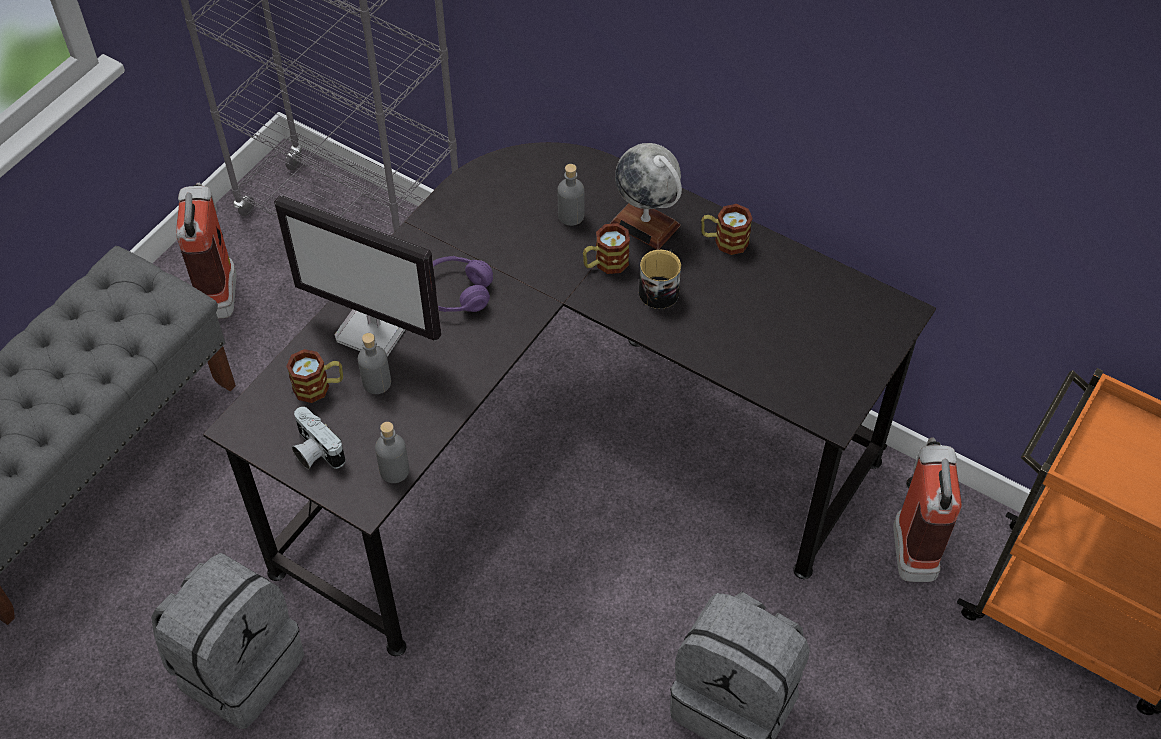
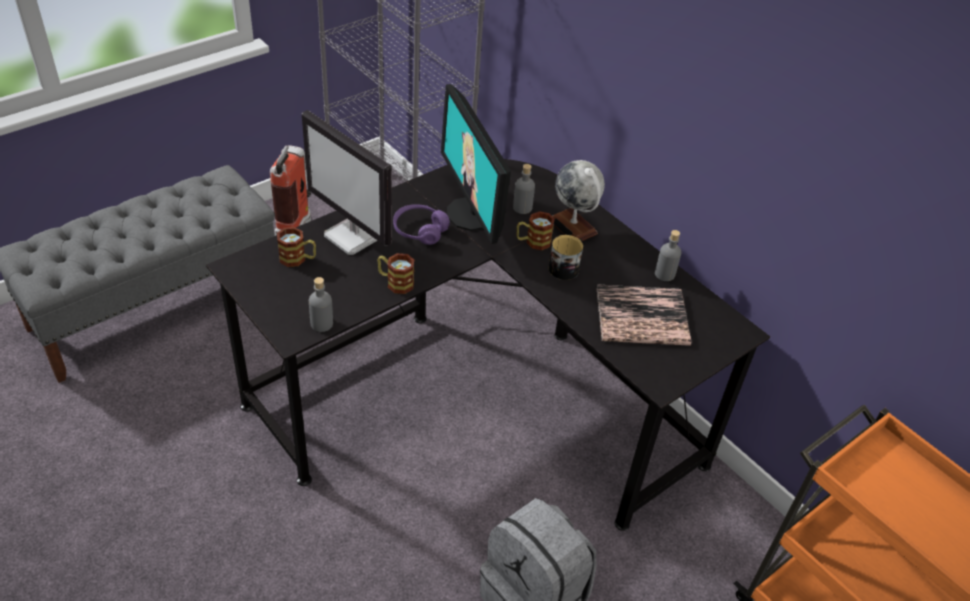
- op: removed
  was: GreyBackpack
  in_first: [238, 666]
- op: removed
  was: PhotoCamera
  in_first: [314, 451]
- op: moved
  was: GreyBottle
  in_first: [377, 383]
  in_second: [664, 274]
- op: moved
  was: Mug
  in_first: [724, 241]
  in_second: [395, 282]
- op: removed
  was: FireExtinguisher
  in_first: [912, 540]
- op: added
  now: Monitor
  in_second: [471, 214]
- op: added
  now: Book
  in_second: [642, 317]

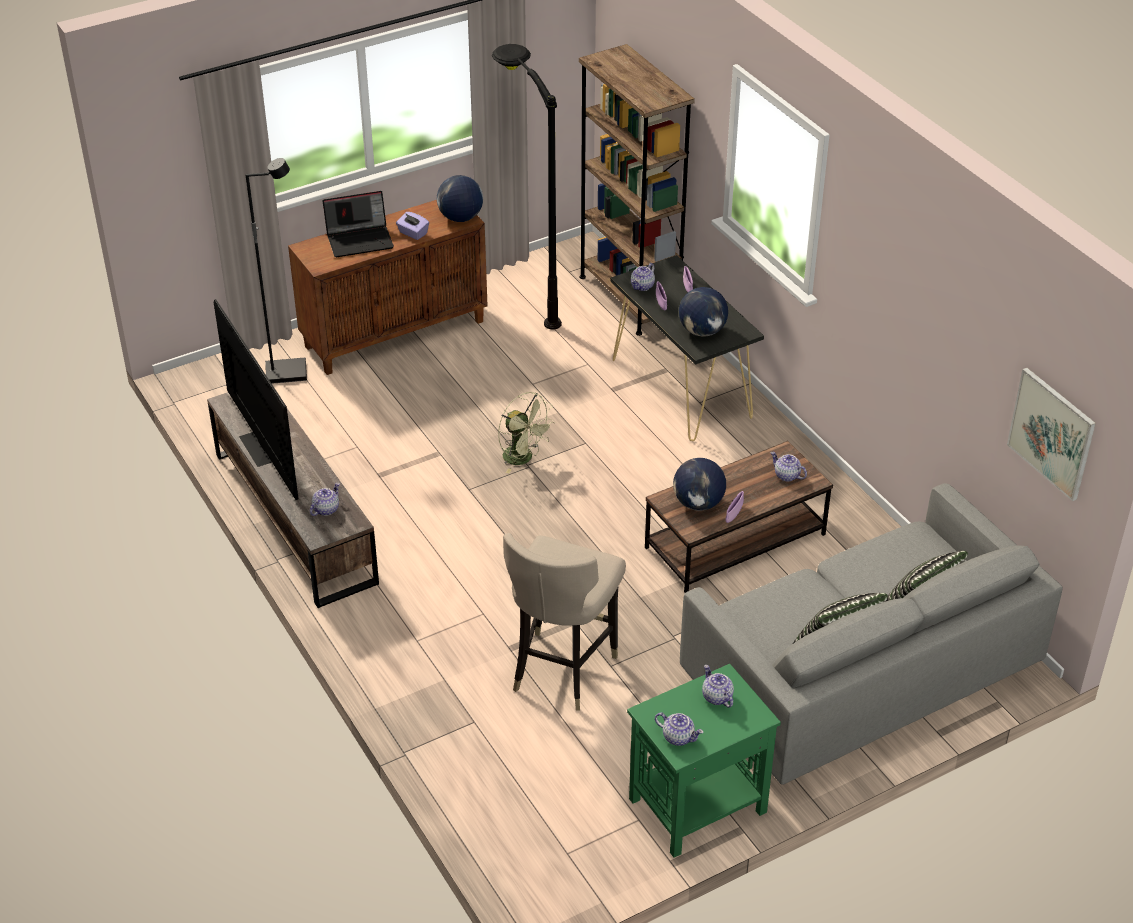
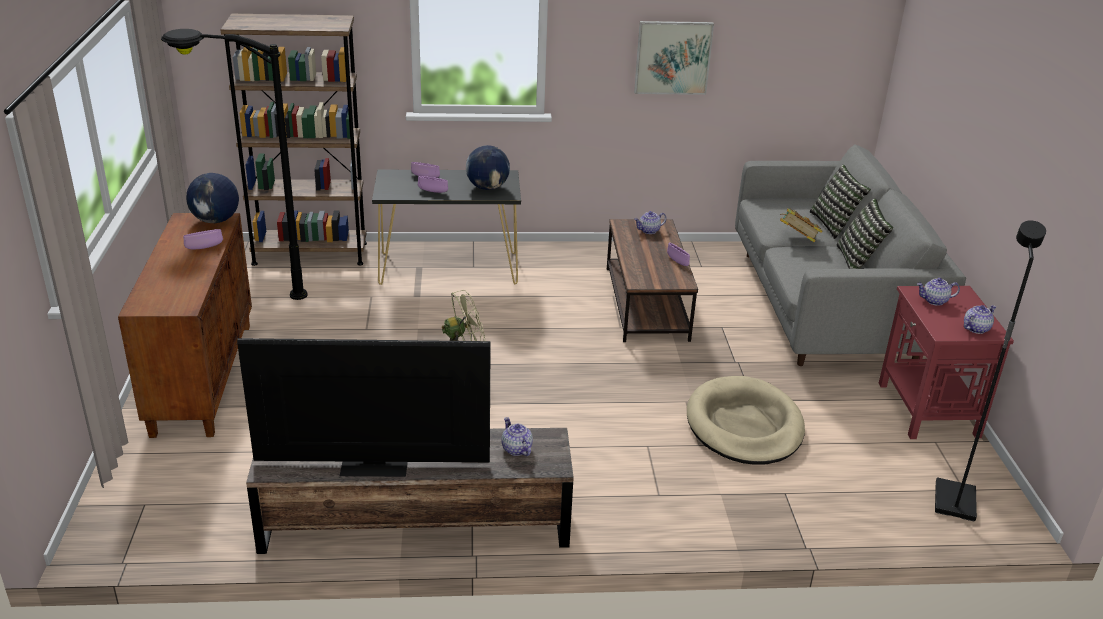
- op: moved
  was: BlackFloorLamp
  in_first: [287, 372]
  in_second: [953, 501]
- op: removed
  was: Laptop
  in_first: [360, 240]
- op: replaced
  was: PurpleTissueBox
  now: PurpleBowl
  in_first: [413, 233]
  in_second: [204, 247]
- op: replaced
  was: BeigeStool
  now: BeigeDogBed
  in_first: [562, 670]
  in_second: [744, 426]
- op: recoloured
  was: GreenSideTable
  now: RedSideTable
  in_first: [697, 804]
  in_second: [927, 409]
- op: removed
  was: Teapot
  in_first: [642, 286]
- op: removed
  was: Globe
  in_first: [698, 503]
- op: moved
  was: Picture
  in_first: [1051, 433]
  in_second: [673, 57]
- op: added
  now: Book
  in_second: [797, 240]

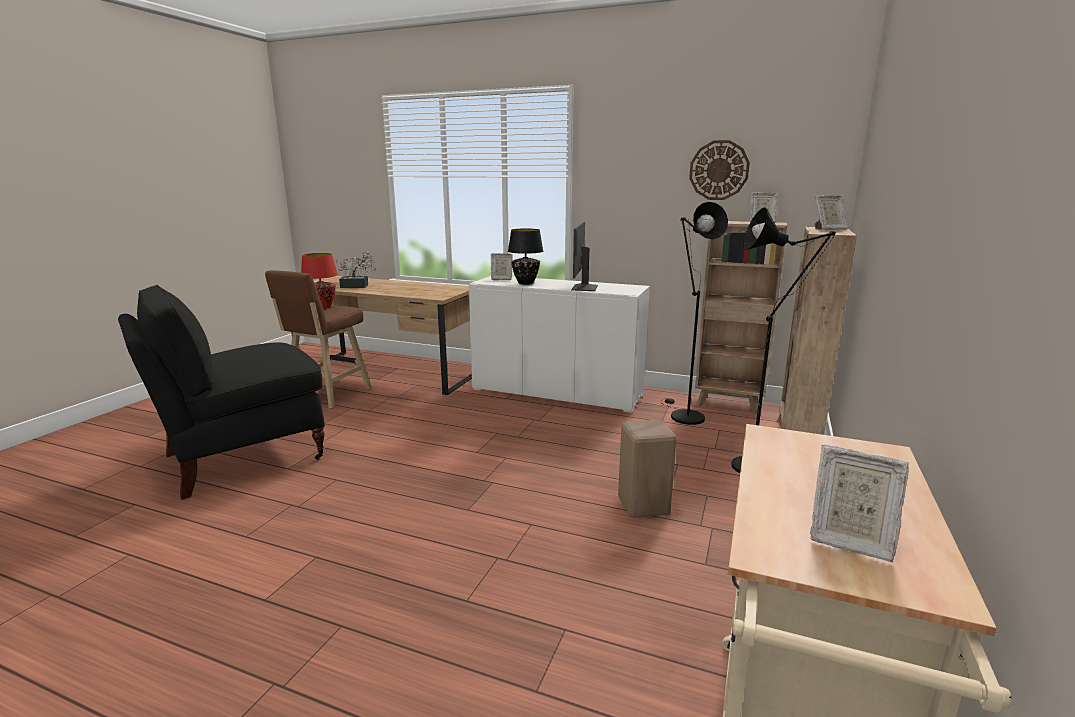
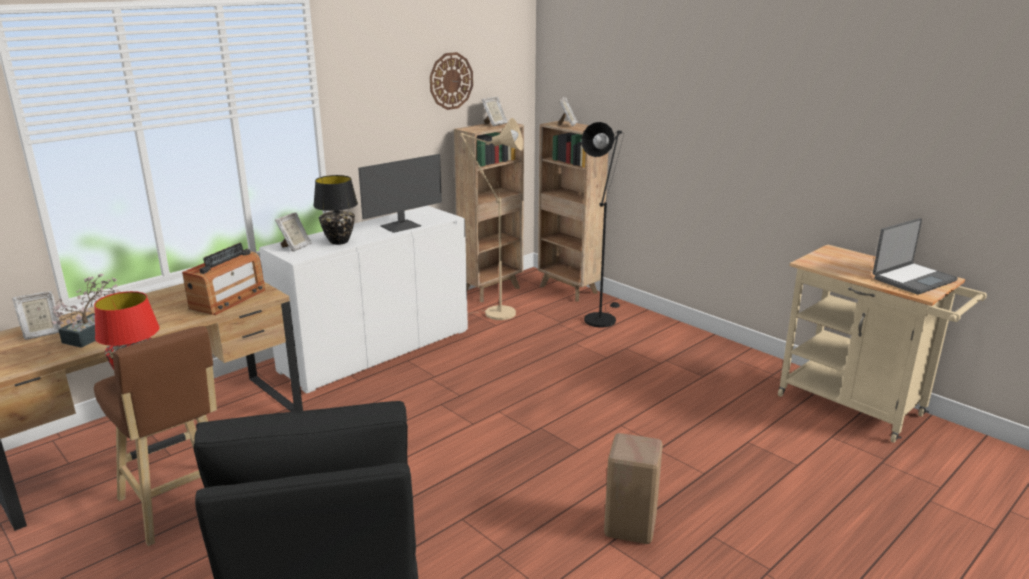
- op: turned
  was: Monitor
  in_first: [583, 288]
  in_second: [401, 226]
  clockwise: -75
- op: moved
  was: BeigeStool
  in_first: [641, 505]
  in_second: [628, 527]
- op: recoloured
  was: BlackFloorLamp
  now: BeigeFloorLamp
  in_first: [683, 415]
  in_second: [494, 313]
- op: replaced
  was: PictureFrame
  now: Laptop
  in_first: [848, 540]
  in_second: [912, 279]
- op: added
  now: Radio
  in_second: [228, 299]

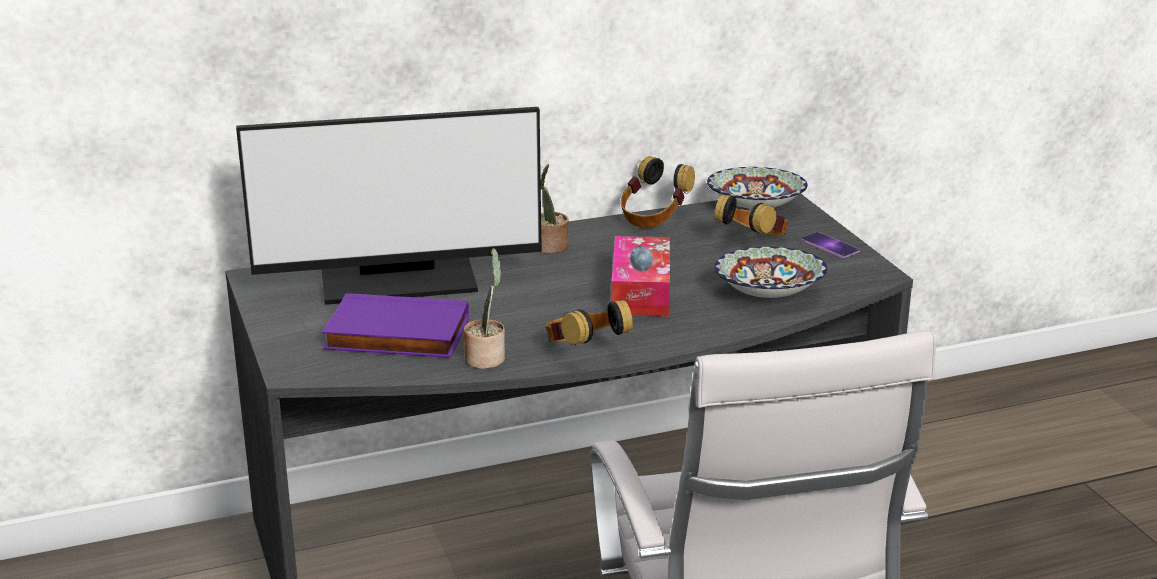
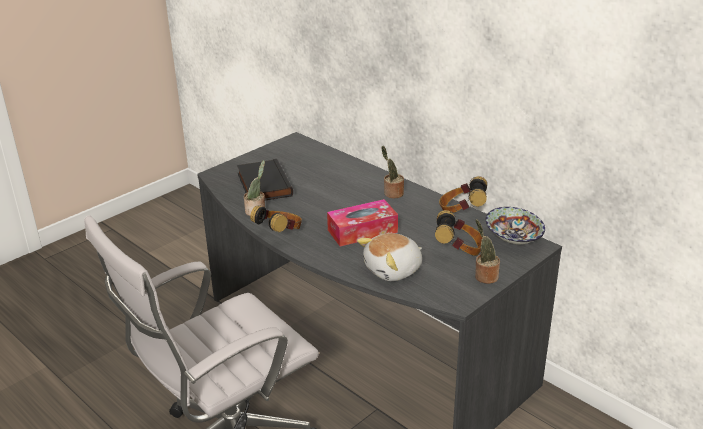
- op: removed
  was: Monitor
  in_first: [398, 280]
- op: recoloured
  was: PurpleBook
  now: BlackBook
  in_first: [395, 336]
  in_second: [262, 184]
- op: replaced
  was: Bowl
  now: PlushToy
  in_first: [768, 294]
  in_second: [394, 270]
- op: replaced
  was: Phone
  now: PottedPlant
  in_first: [830, 245]
  in_second: [484, 276]

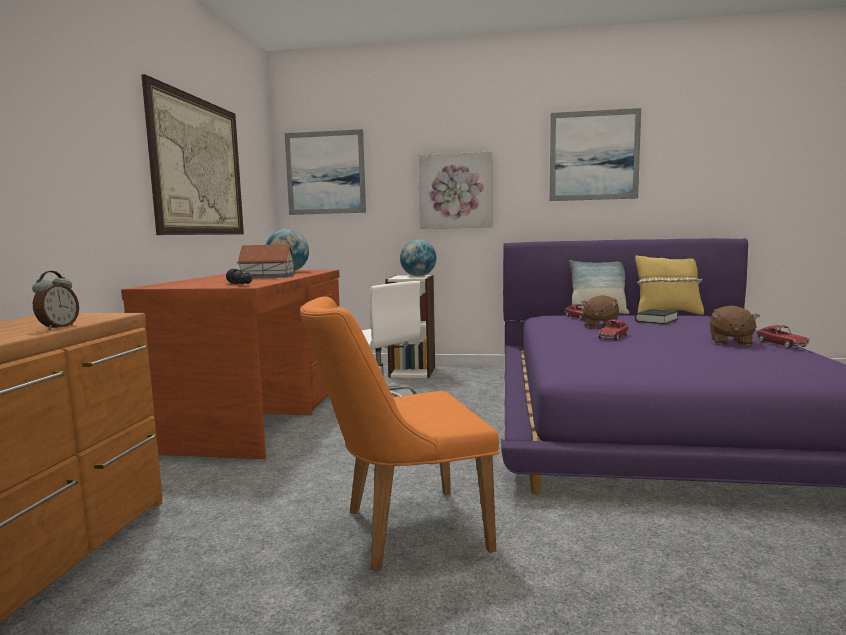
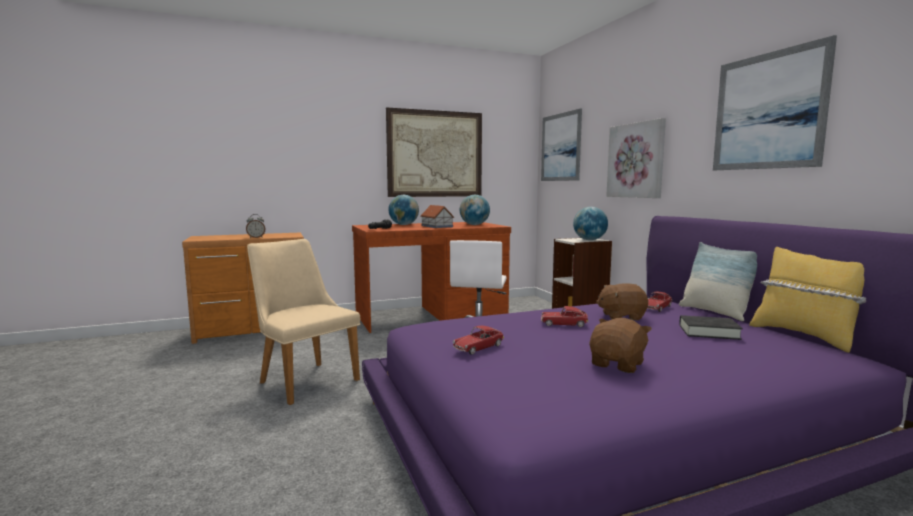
- op: recoloured
  was: OrangeChair
  now: BeigeChair
  in_first: [401, 530]
  in_second: [303, 379]
- op: turned
  was: BrownPlushToy
  in_first: [730, 342]
  in_second: [618, 364]
  clockwise: 135
- op: moved
  was: ToyCar
  in_first: [781, 344]
  in_second: [478, 347]
- op: added
  now: Globe
  in_second: [404, 225]

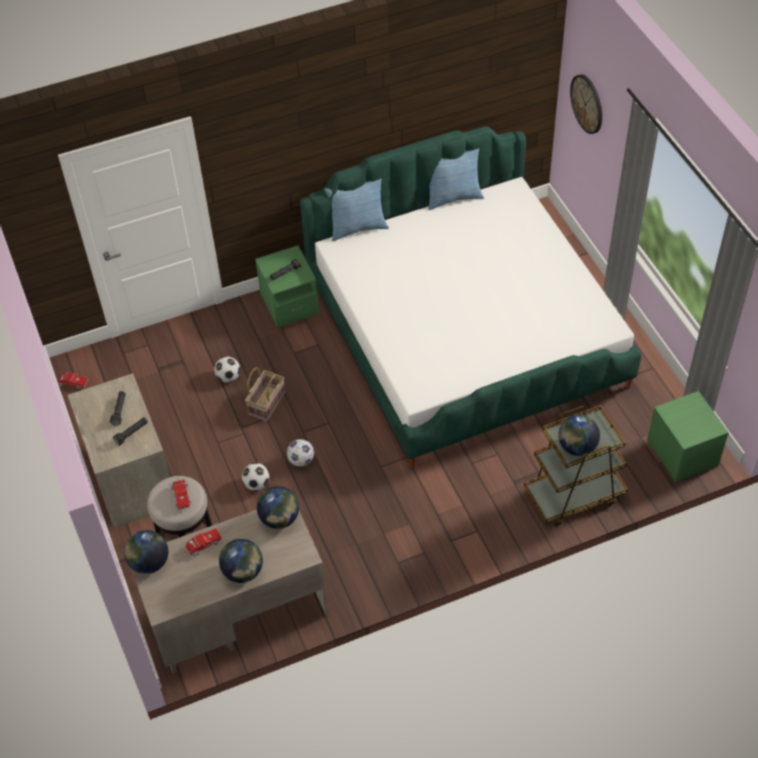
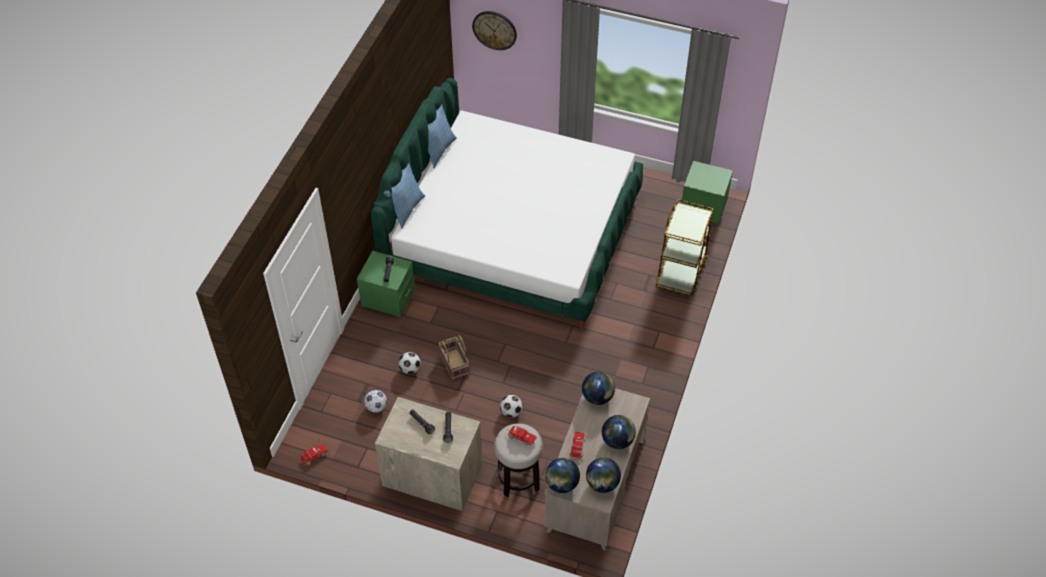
- op: moved
  was: Football
  in_first: [301, 460]
  in_second: [376, 407]
- op: moved
  was: Globe
  in_first: [577, 447]
  in_second: [602, 484]

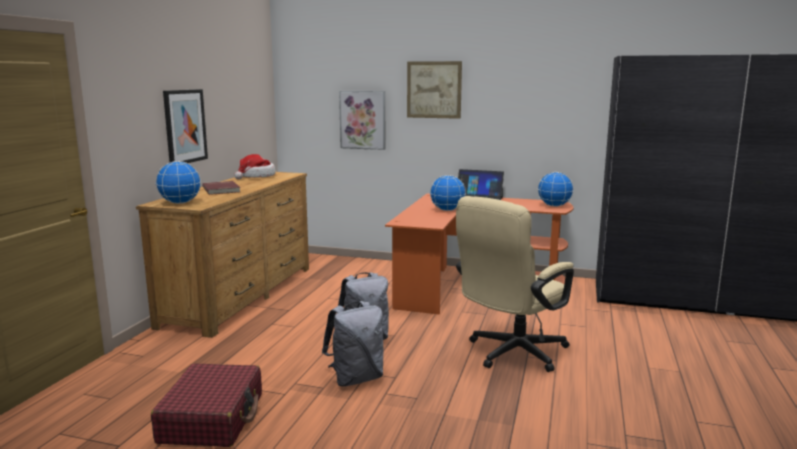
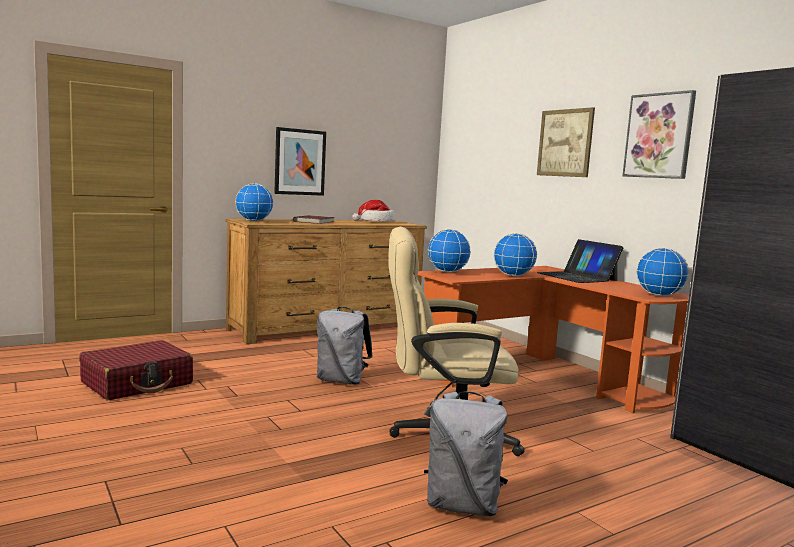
- op: moved
  was: GreyBackpack
  in_first: [356, 378]
  in_second: [462, 505]
- op: moved
  was: Picture
  in_first: [363, 120]
  in_second: [659, 136]
- op: added
  now: Globe
  in_second: [448, 272]

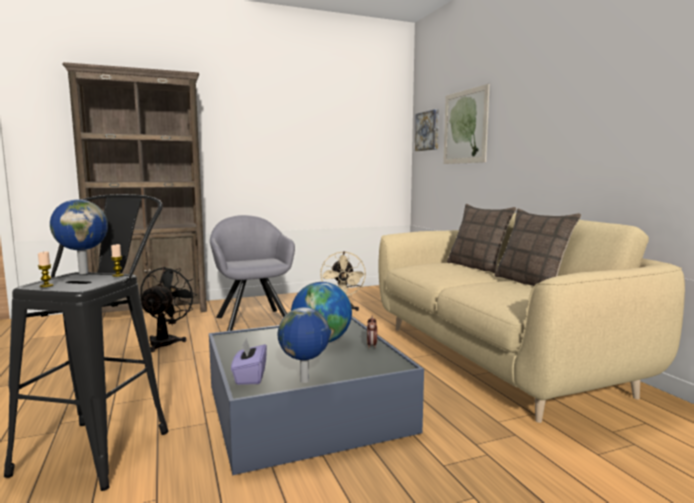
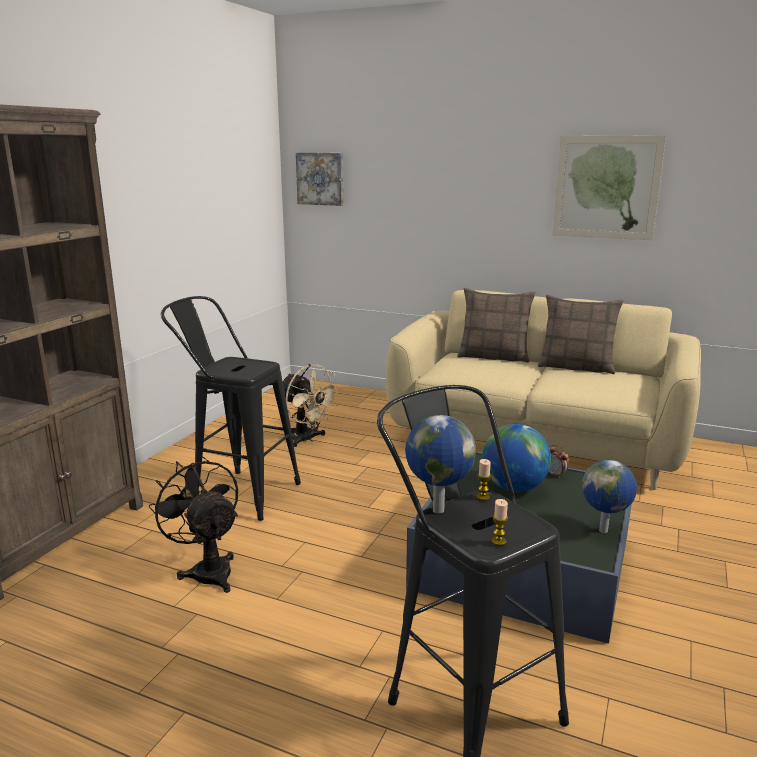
- op: replaced
  was: GreyArmchair
  now: BlackStool
  in_first: [253, 319]
  in_second: [238, 492]
- op: removed
  was: PurpleTissueBox
  in_first: [250, 377]
- op: moved
  was: Picture
  in_first: [465, 127]
  in_second: [606, 187]

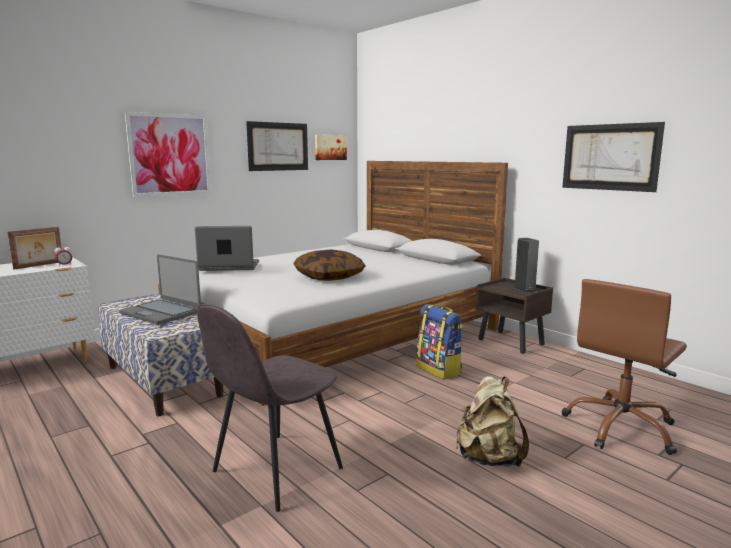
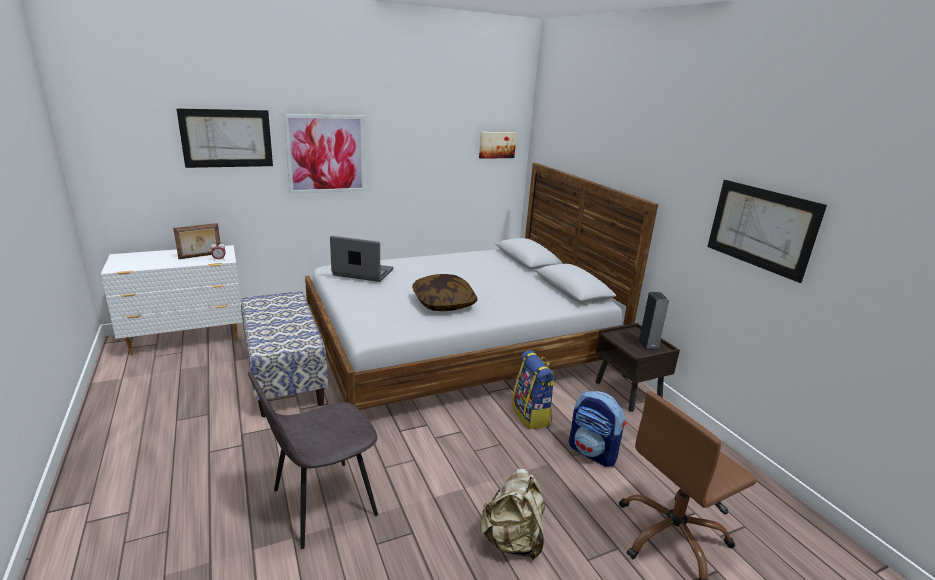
- op: removed
  was: Laptop
  in_first: [161, 312]
- op: moved
  was: Picture
  in_first: [278, 146]
  in_second: [227, 138]
- op: added
  now: Backpack
  in_second: [593, 452]

